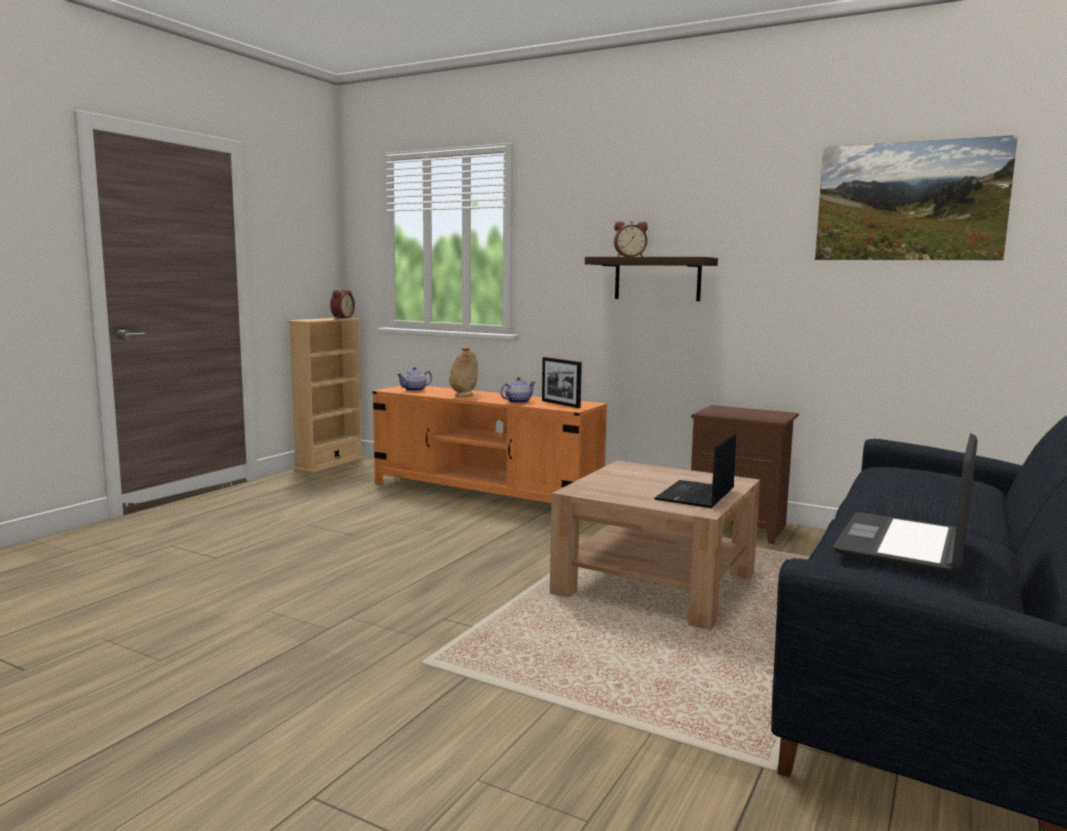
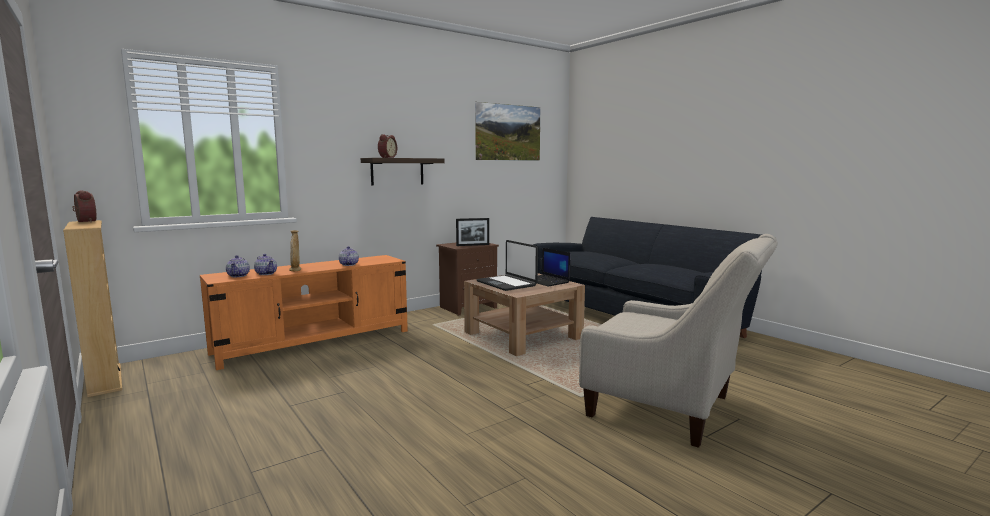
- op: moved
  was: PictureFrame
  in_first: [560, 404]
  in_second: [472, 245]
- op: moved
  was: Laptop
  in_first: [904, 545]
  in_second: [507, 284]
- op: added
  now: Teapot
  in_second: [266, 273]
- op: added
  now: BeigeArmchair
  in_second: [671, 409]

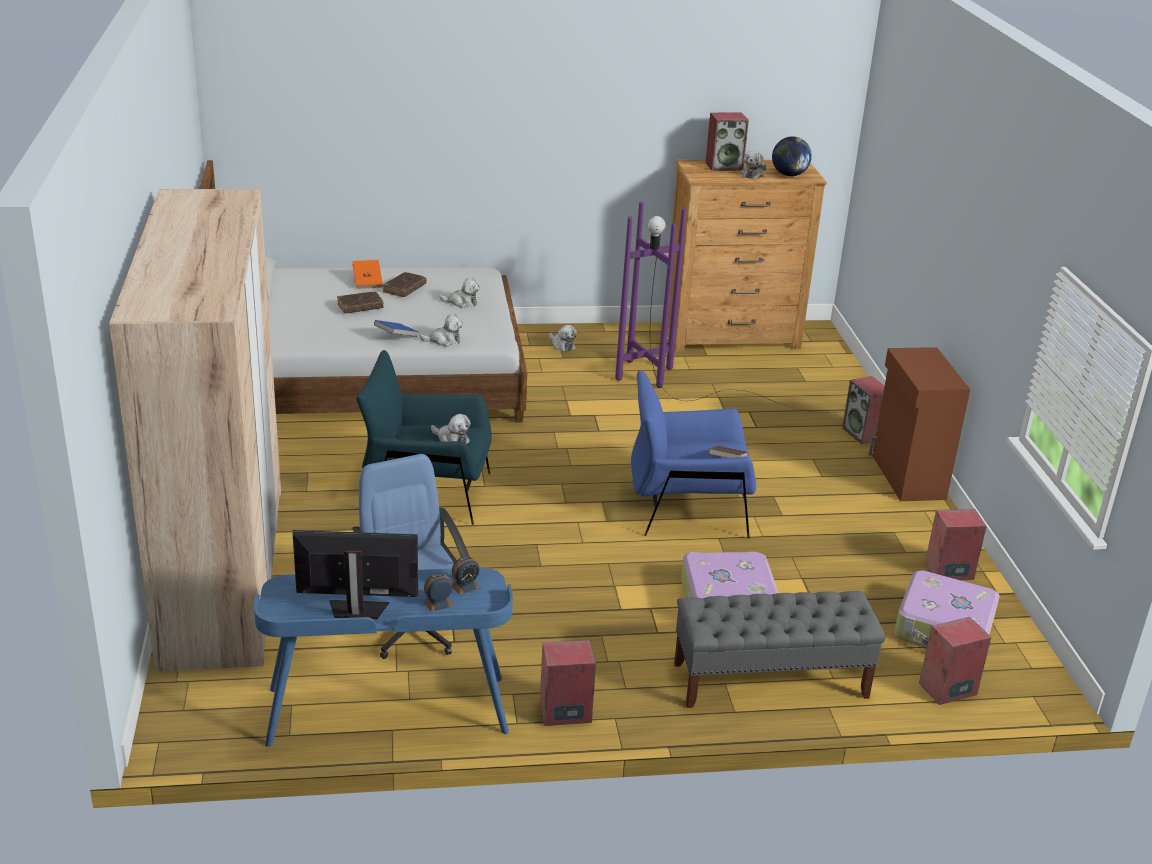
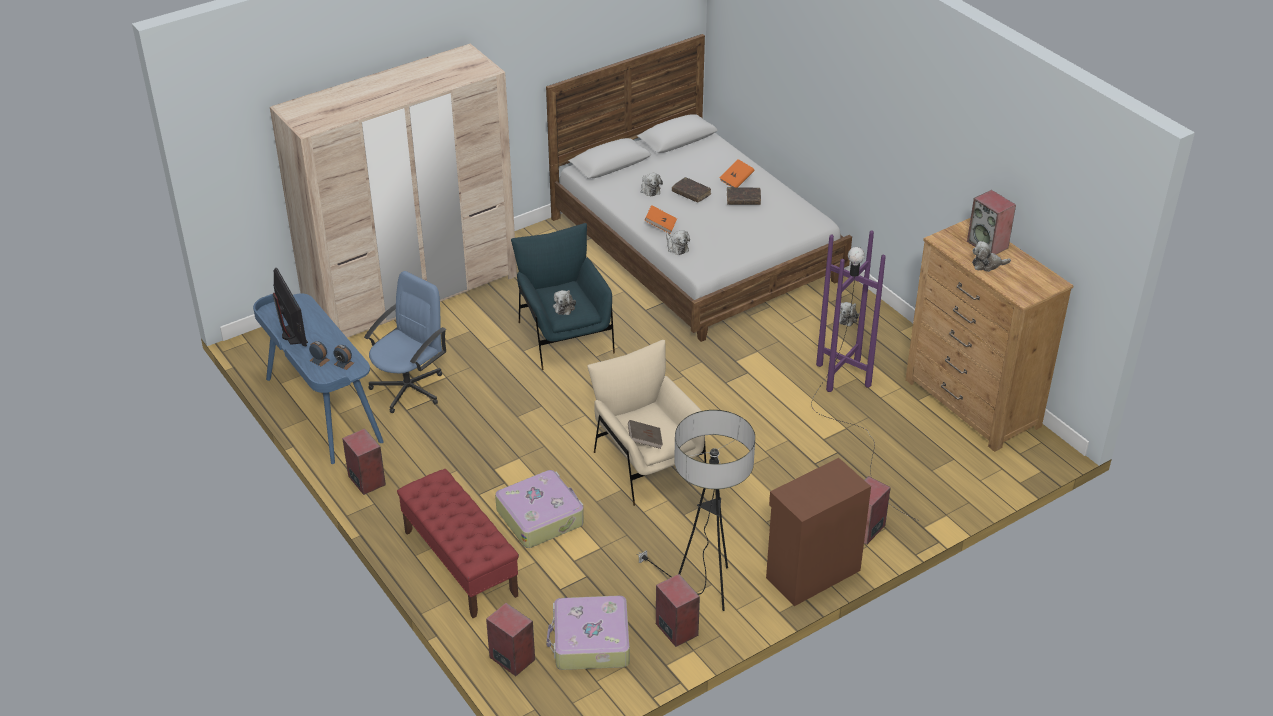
- op: recoloured
  was: BlueBook
  now: OrangeBook
  in_first: [396, 337]
  in_second: [660, 225]
- op: moved
  was: PlushToy
  in_first: [462, 303]
  in_second: [650, 189]
- op: recoloured
  was: BlueArmchair
  now: BeigeArmchair
  in_first: [686, 509]
  in_second: [647, 462]
- op: recoloured
  was: GreyBench
  now: RedBench
  in_first: [769, 681]
  in_second: [460, 563]
- op: removed
  was: Globe
  in_first: [789, 175]
- op: added
  now: FloorLamp
  in_second: [705, 589]

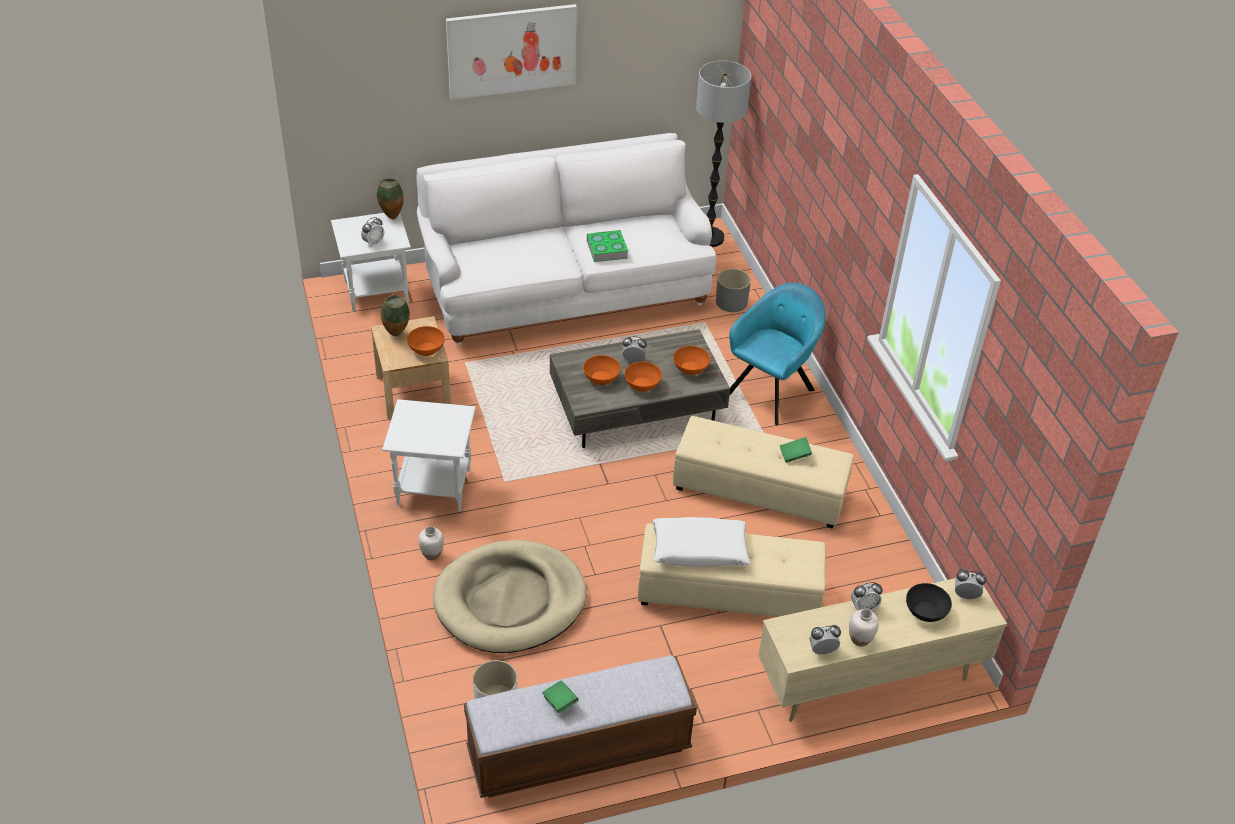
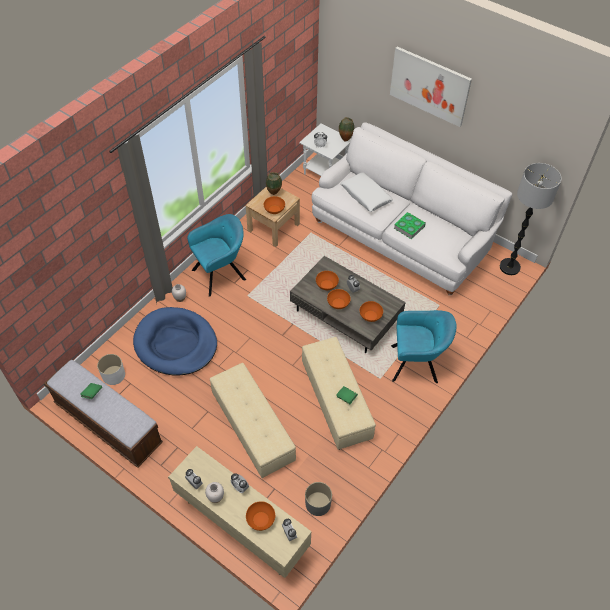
- op: replaced
  was: WhiteSideTable
  now: TurquoiseArmchair
  in_first: [435, 488]
  in_second: [221, 273]
- op: recoloured
  was: BeigeDogBed
  now: BlueDogBed
  in_first: [510, 601]
  in_second: [176, 343]
- op: moved
  was: WhitePillow
  in_first: [699, 549]
  in_second: [365, 196]
- op: moved
  was: GreyPlanter
  in_first: [731, 302]
  in_second: [317, 504]
- op: recoloured
  was: BlackBowl
  now: OrangeBowl
  in_first: [925, 611]
  in_second: [261, 519]

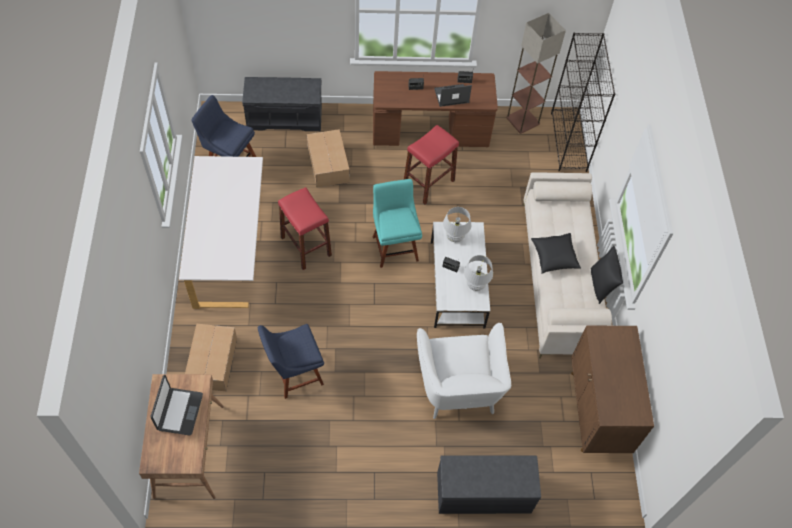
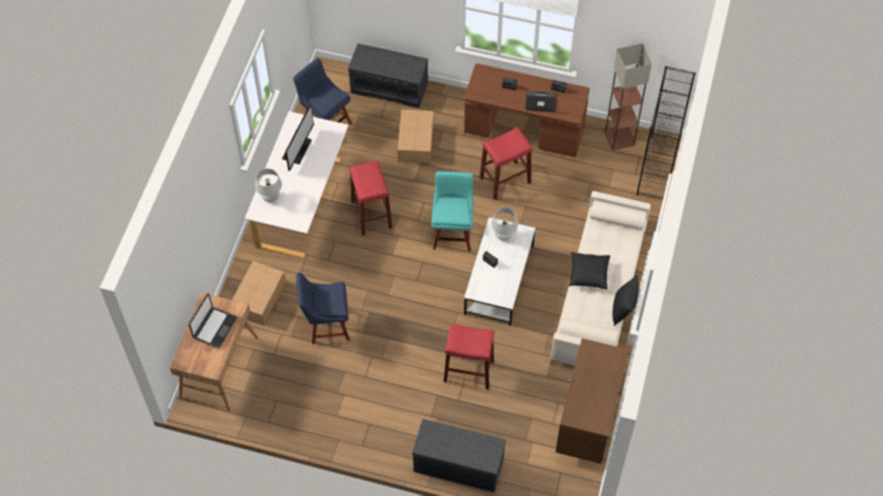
- op: replaced
  was: WhiteArmchair
  now: RedStool
  in_first: [459, 386]
  in_second: [468, 371]
- op: moved
  was: WhiteTableLamp
  in_first: [475, 285]
  in_second: [270, 197]
- op: added
  now: Monitor
  in_second: [297, 149]

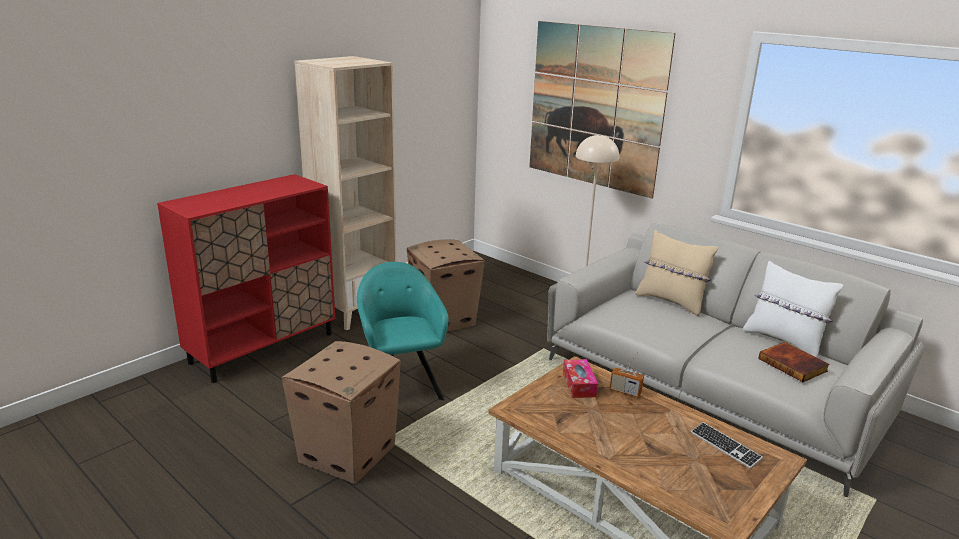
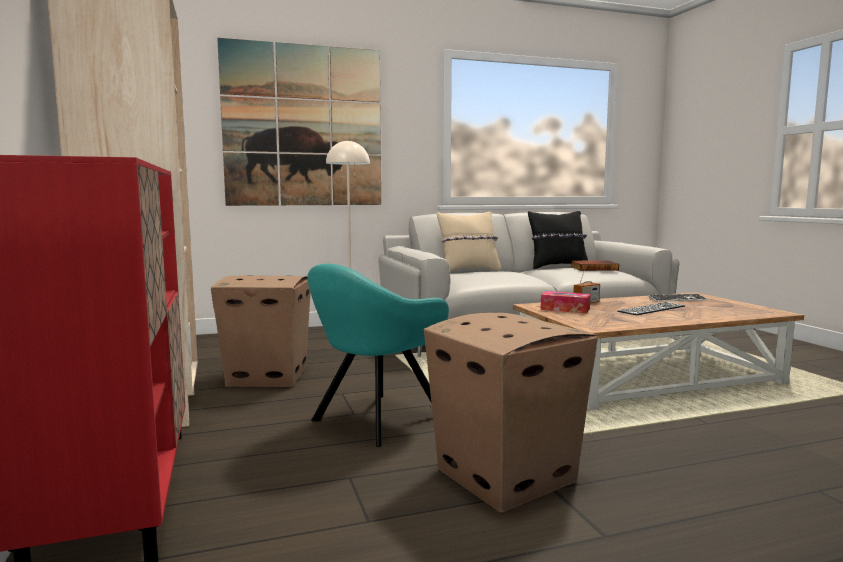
- op: turned
  was: TurquoiseArmchair
  in_first: [401, 383]
  in_second: [375, 419]
  clockwise: -60
- op: recoloured
  was: WhitePillow
  now: BlackPillow
  in_first: [783, 341]
  in_second: [557, 267]
- op: added
  now: Keyboard
  in_second: [651, 309]

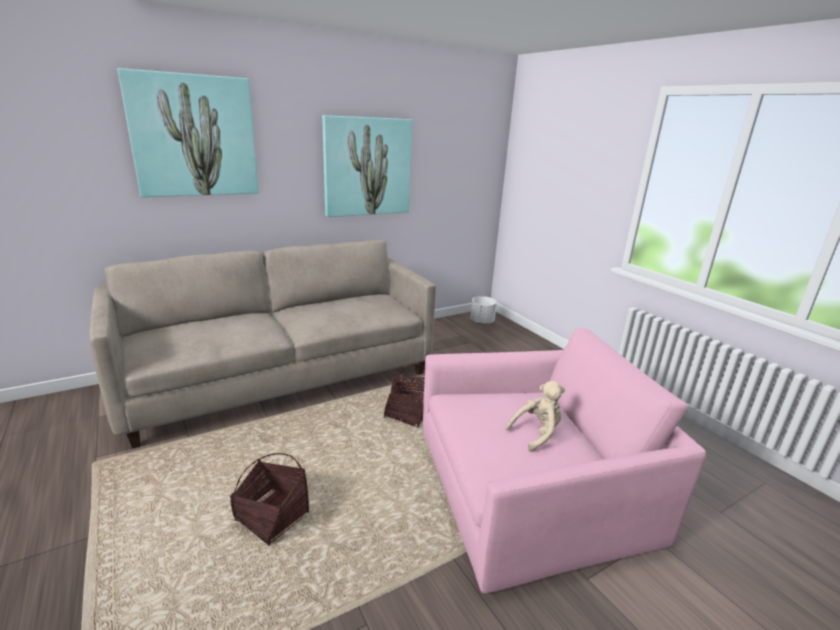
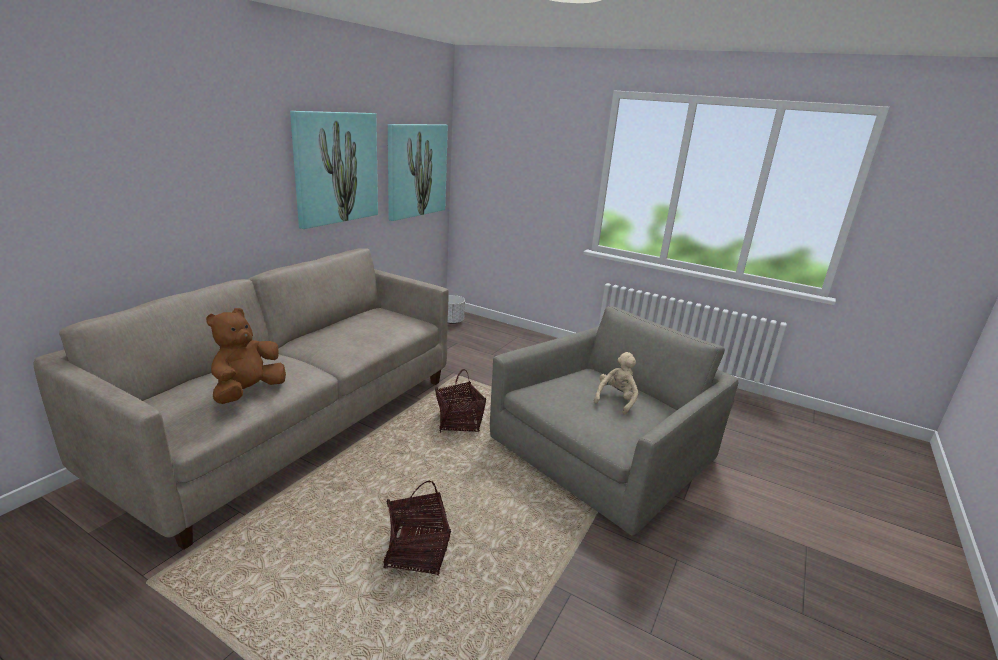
- op: moved
  was: Picture
  in_first: [194, 136]
  in_second: [416, 170]
- op: recoloured
  was: PinkArmchair
  now: GreyArmchair
  in_first: [531, 491]
  in_second: [604, 453]
- op: added
  now: BrownPlushToy
  in_second: [248, 392]

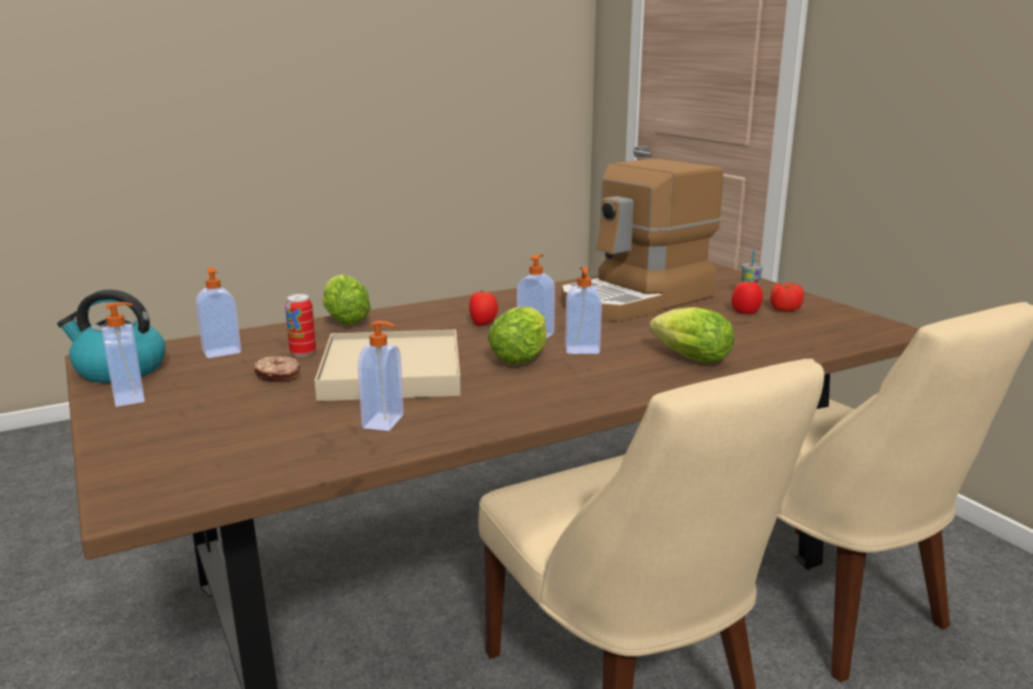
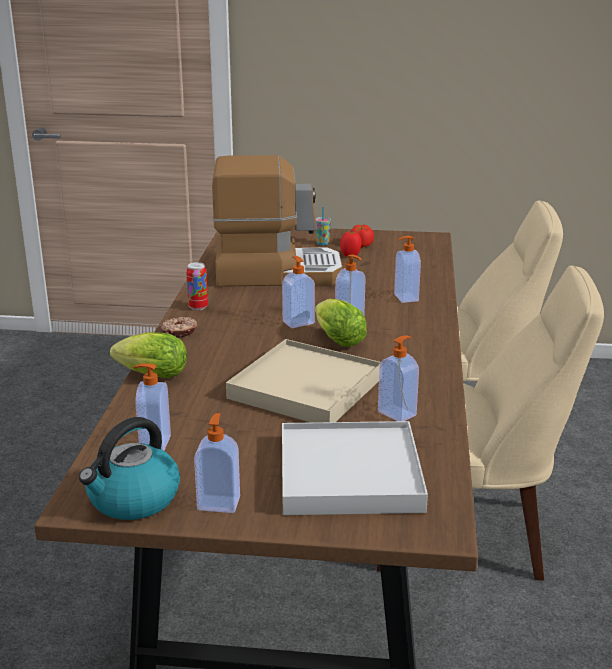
- op: moved
  was: Donut
  in_first: [278, 376]
  in_second: [179, 332]
- op: moved
  was: Can
  in_first: [303, 353]
  in_second: [198, 307]
- op: removed
  was: Tomato
  in_first: [483, 324]
- op: turned
  was: CoffeeMachine
  in_first: [637, 300]
  in_second: [277, 272]
  clockwise: -90
- op: replaced
  was: Lettuce
  now: SoapDispenser
  in_first: [687, 358]
  in_second: [405, 298]
- op: added
  now: WhiteTray
  in_second: [349, 474]

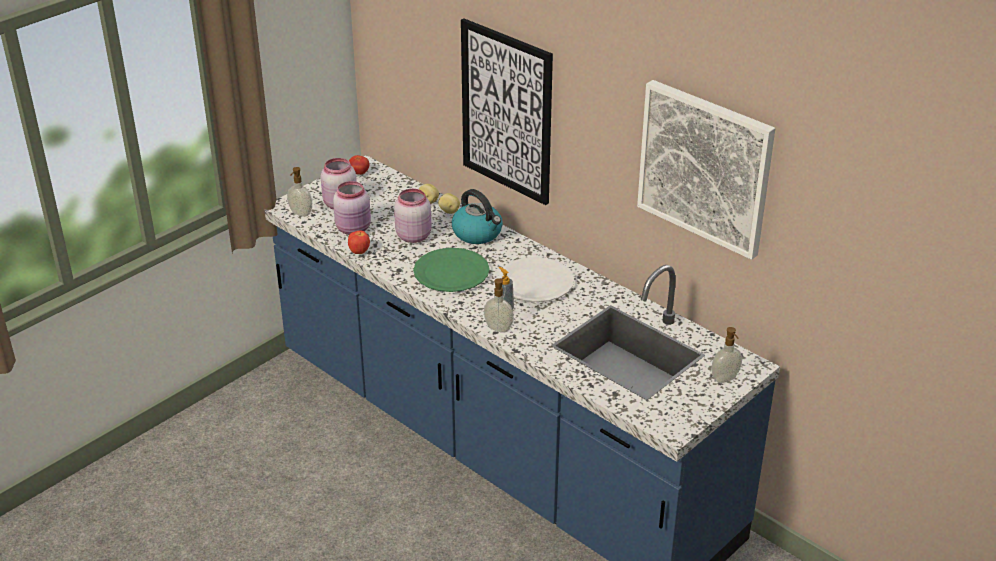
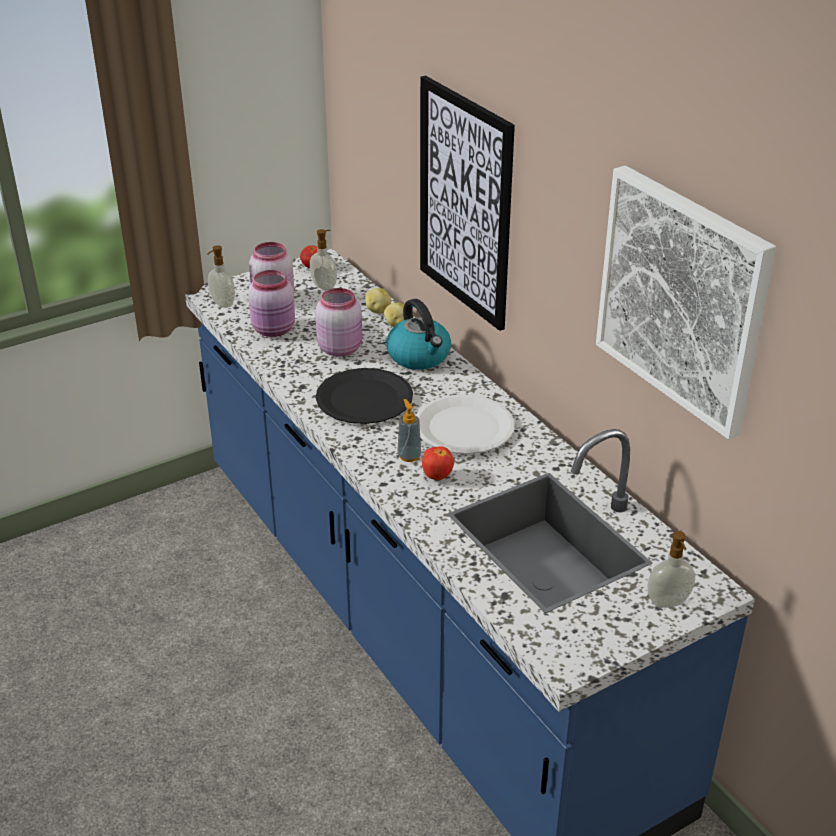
- op: moved
  was: Apple
  in_first: [359, 252]
  in_second: [437, 476]
- op: recoloured
  was: GreenPlate
  now: BlackPlate
  in_first: [451, 272]
  in_second: [364, 399]
- op: moved
  was: SoapDispenser
  in_first: [499, 328]
  in_second: [324, 286]

